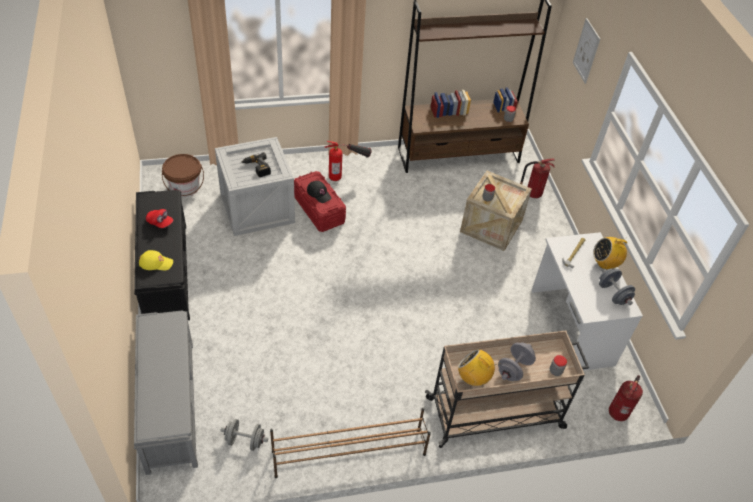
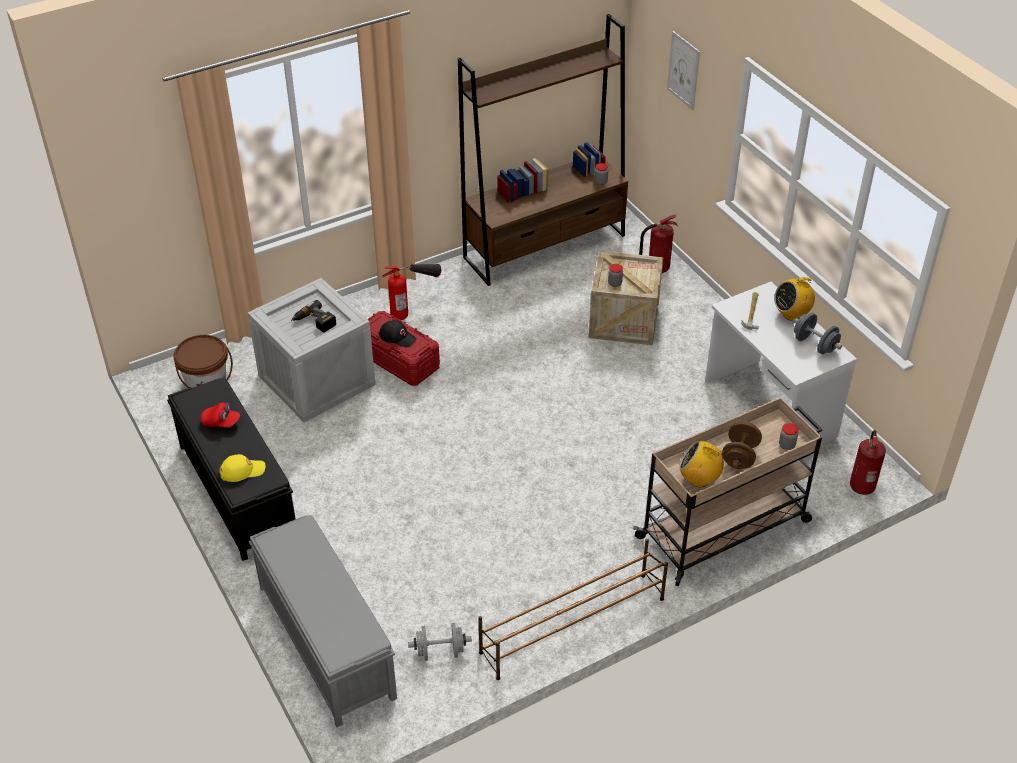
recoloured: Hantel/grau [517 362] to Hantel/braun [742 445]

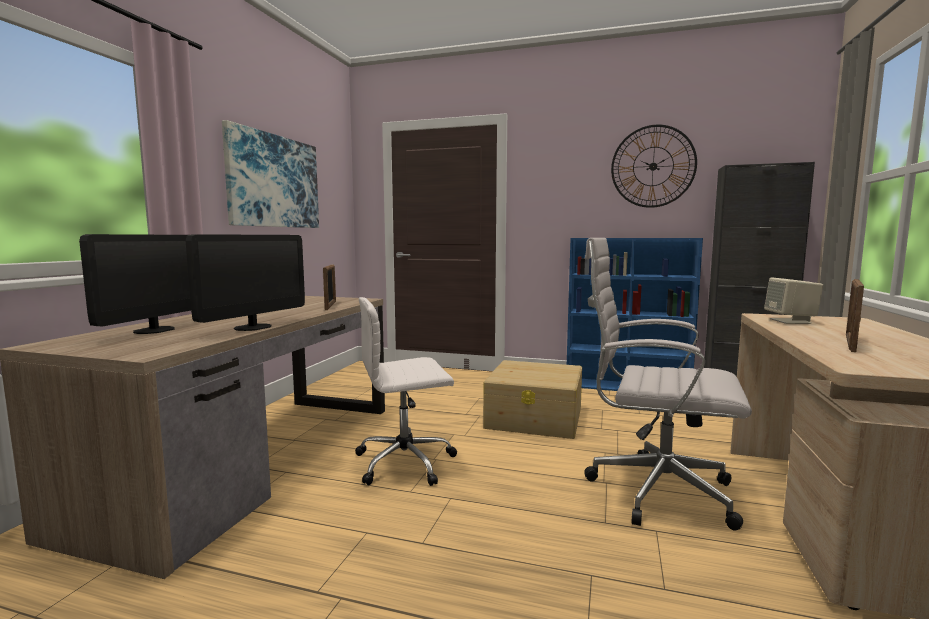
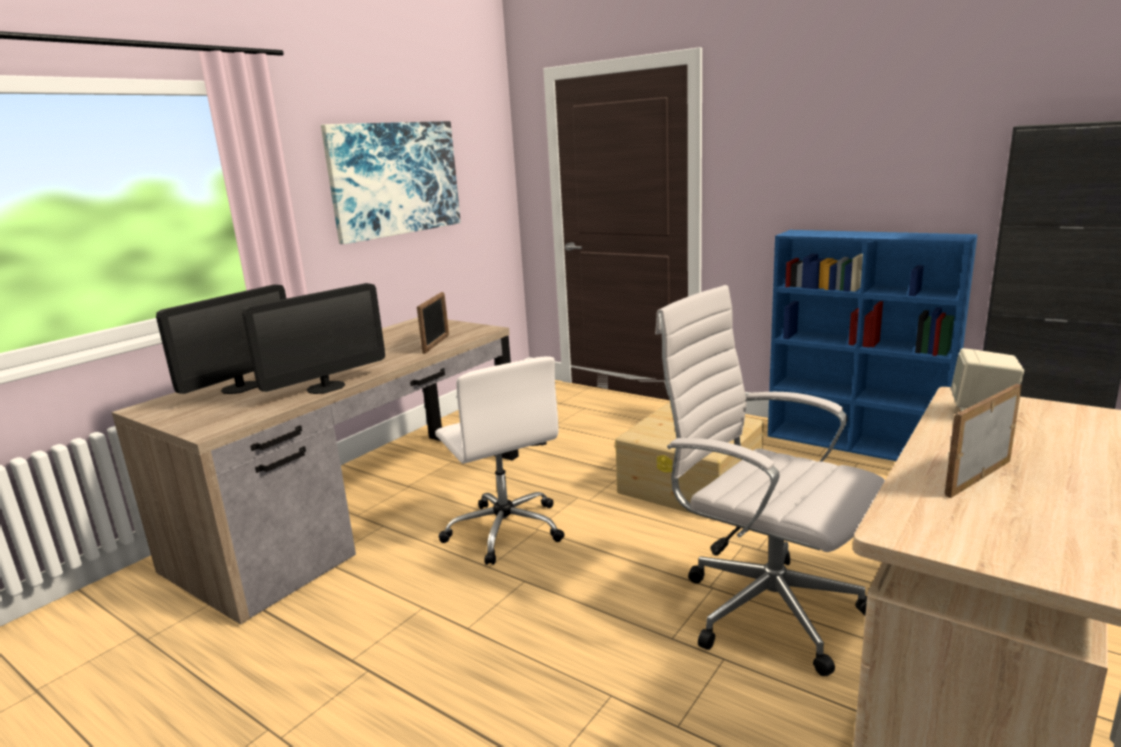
removed: Wanduhr [654 166]
turned: Bürostuhl/weiß [406 391] = [499 460] 120 degrees counterclockwise

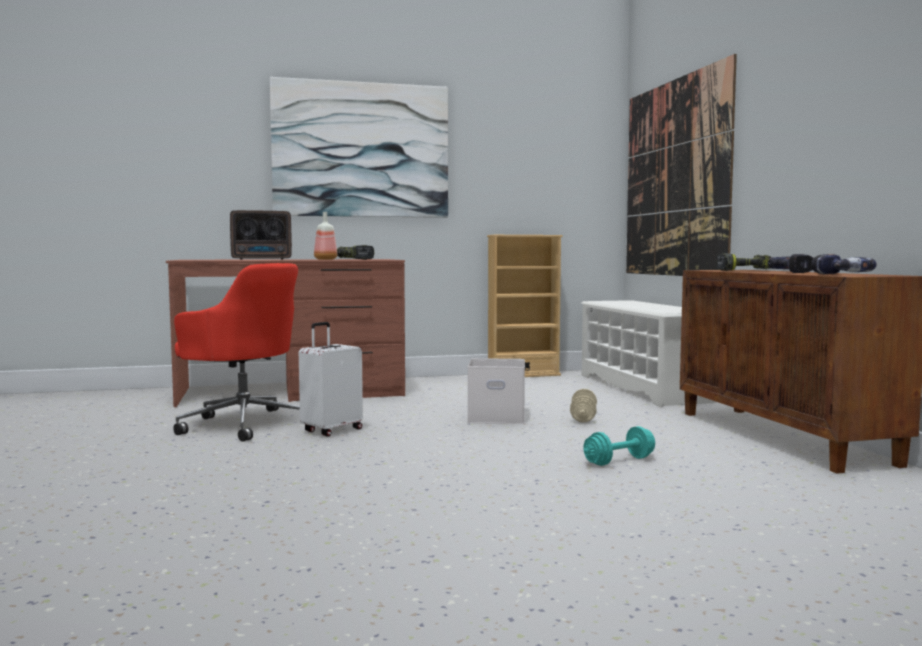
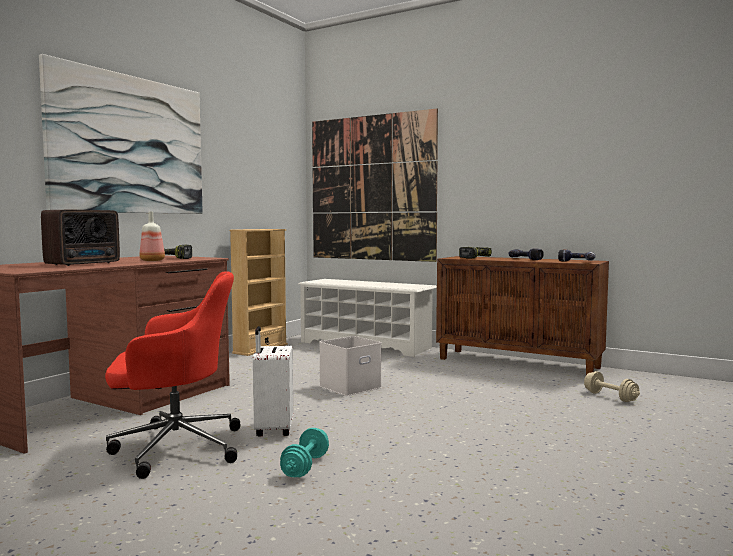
moved: Hantel/beige [583 405] to [612 386]; Hantel/türkis [619 446] to [304 452]

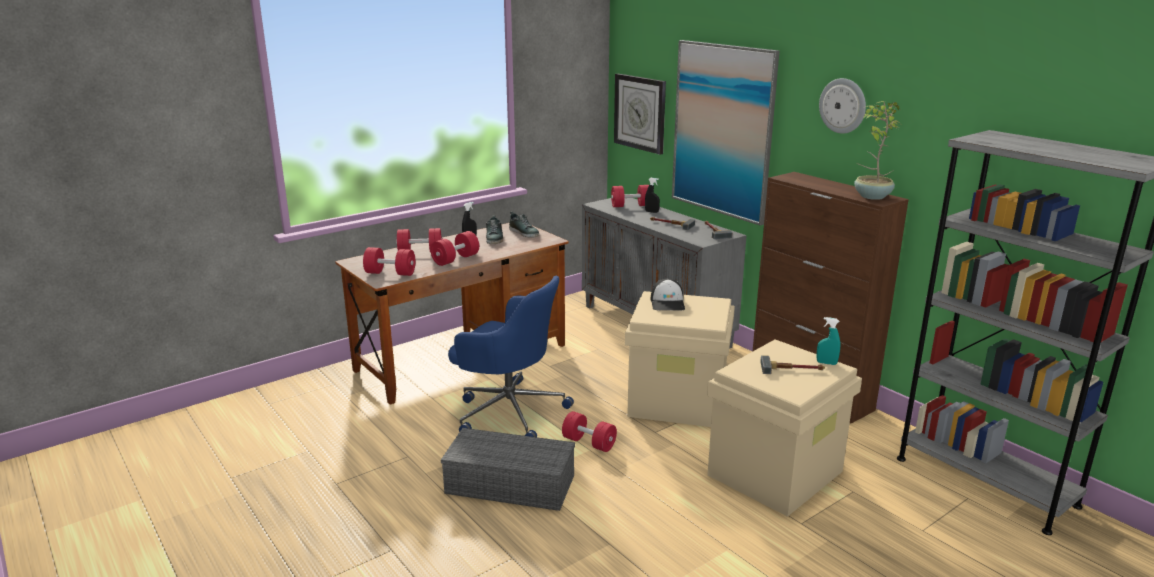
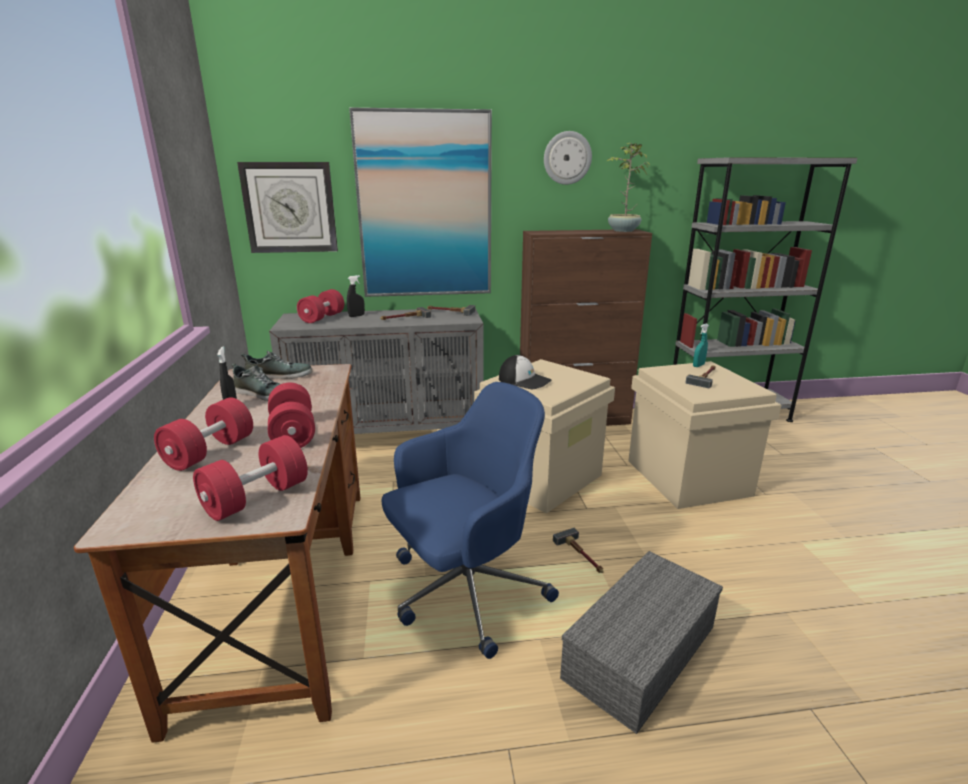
replaced: Hantel/rot [589 431] to Hammer [578 550]

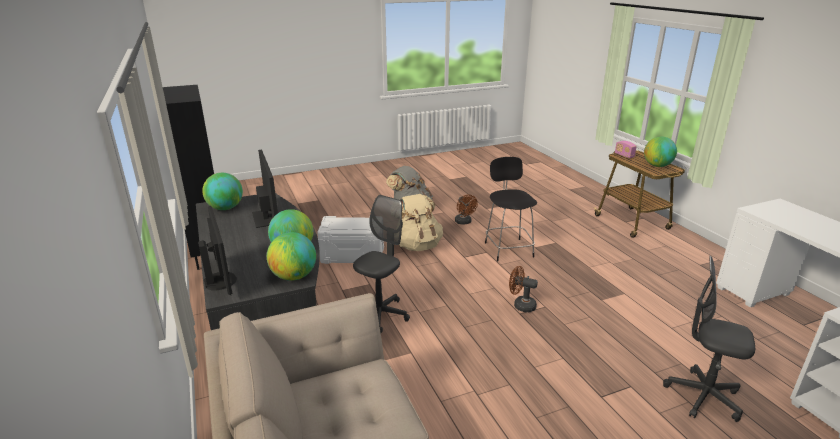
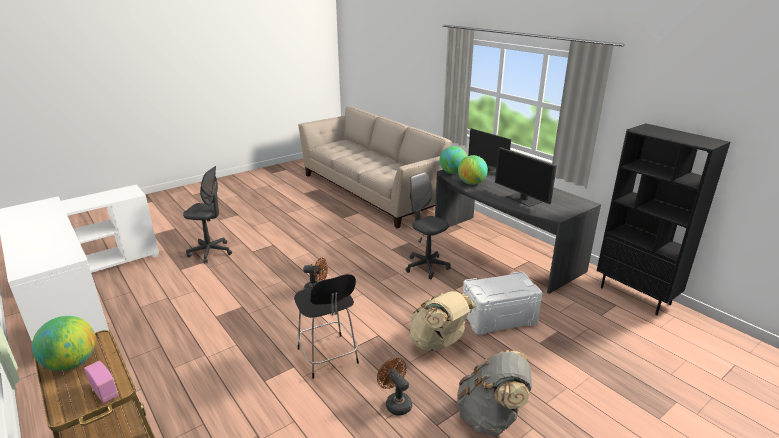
removed: Globus [222 191]
turned: Bürostuhl/grau [381 264] = [428 225] 120 degrees clockwise

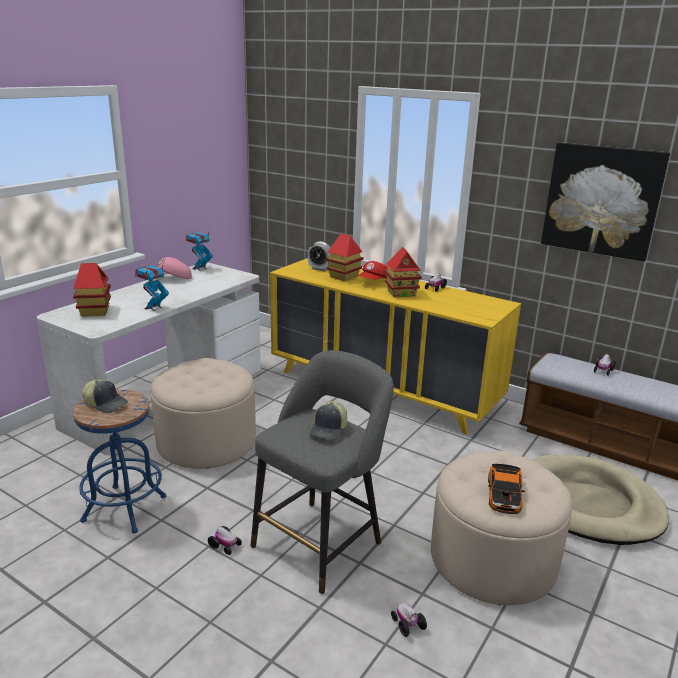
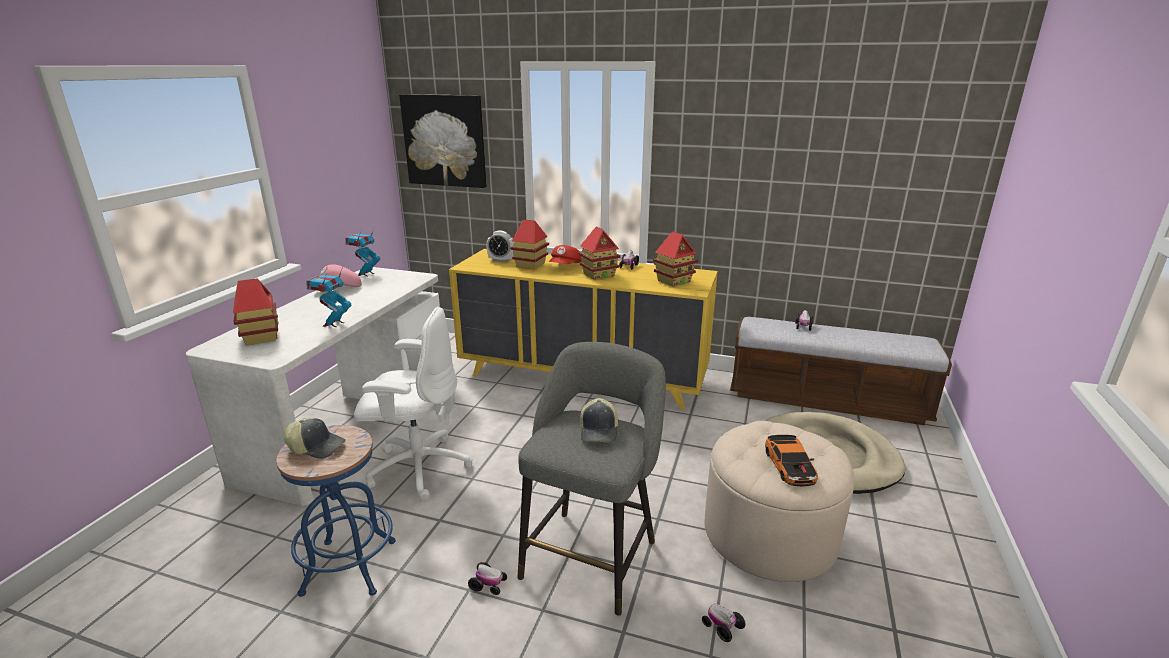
added: Spielzeughaus [675 258]
moved: Bild [605 202] to [442 141]
replaced: Polsterhocker/beige [203 413] to Bürostuhl/weiß [413 403]

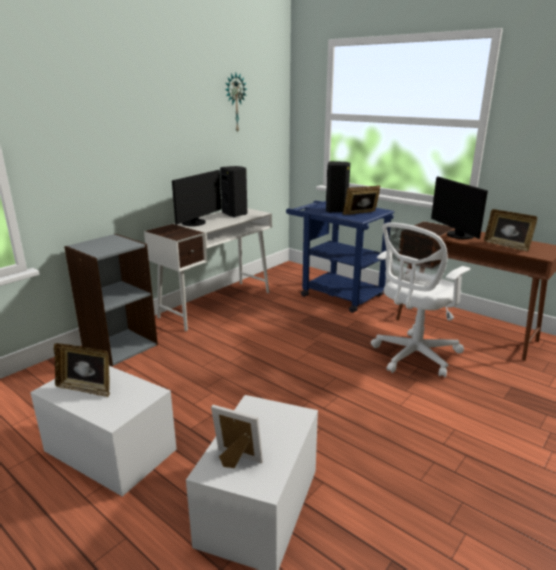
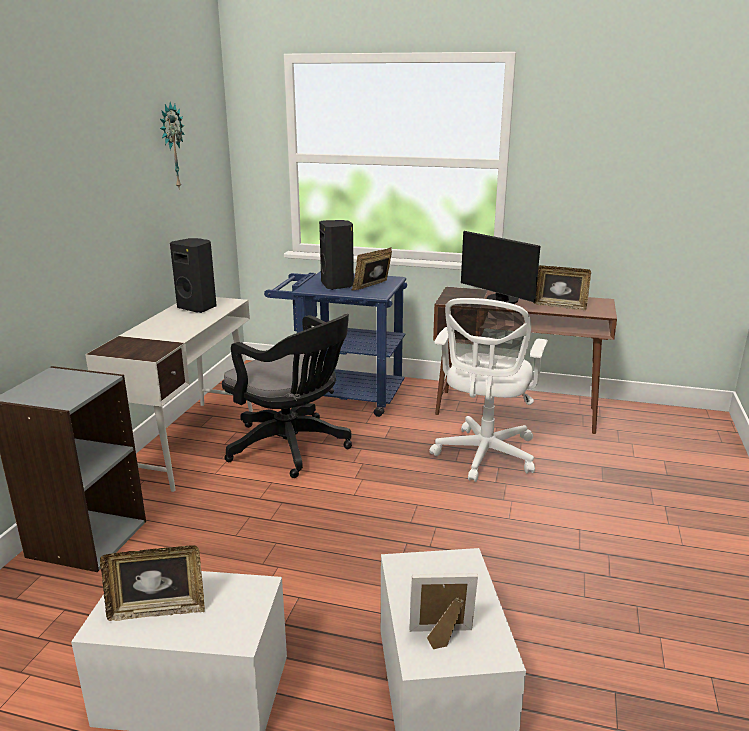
removed: Monitor [197 198]
added: Bürostuhl/schwarz [287 396]

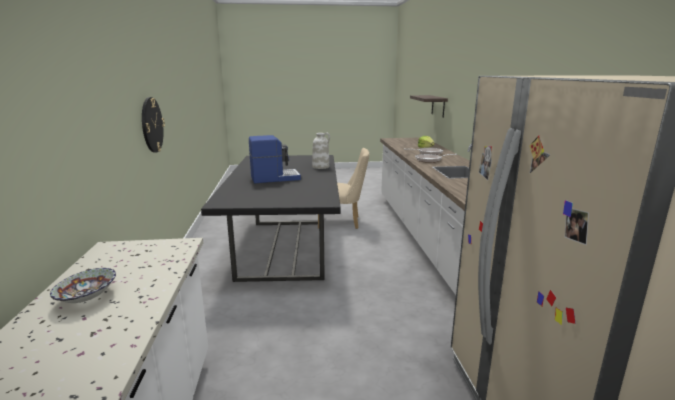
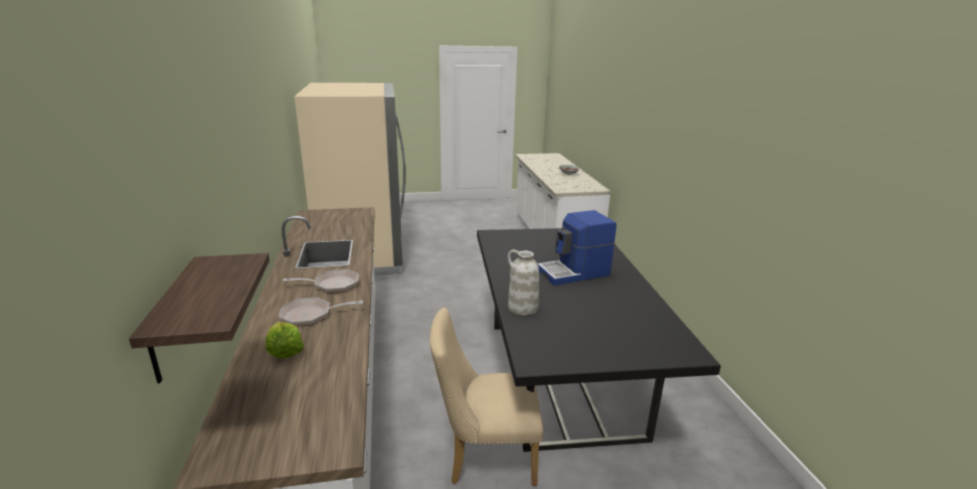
removed: Wanduhr [153 125]

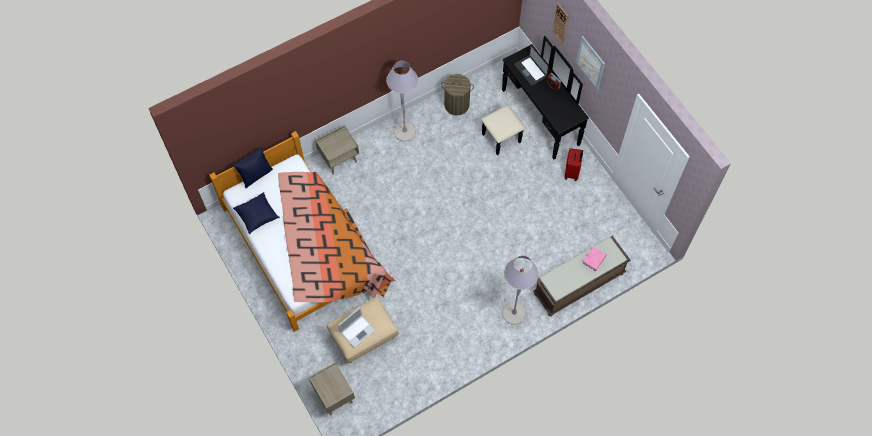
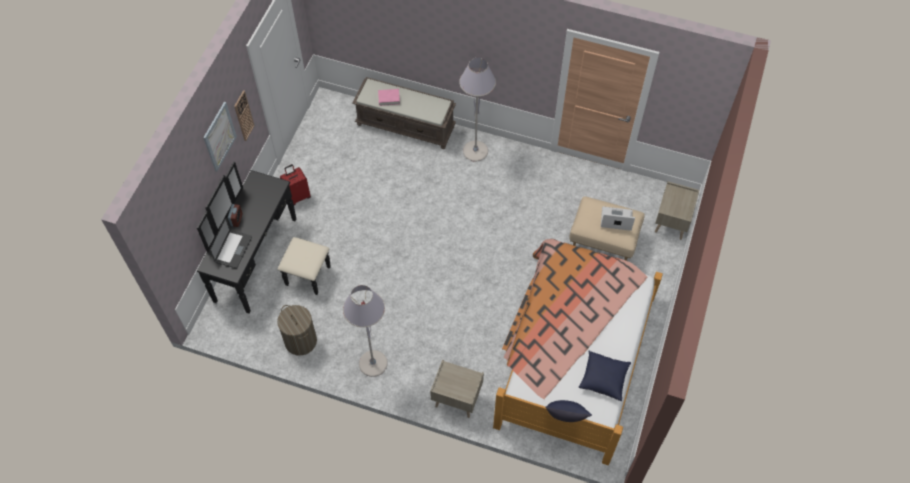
moved: Wanduhr [560 23] to [244 115]

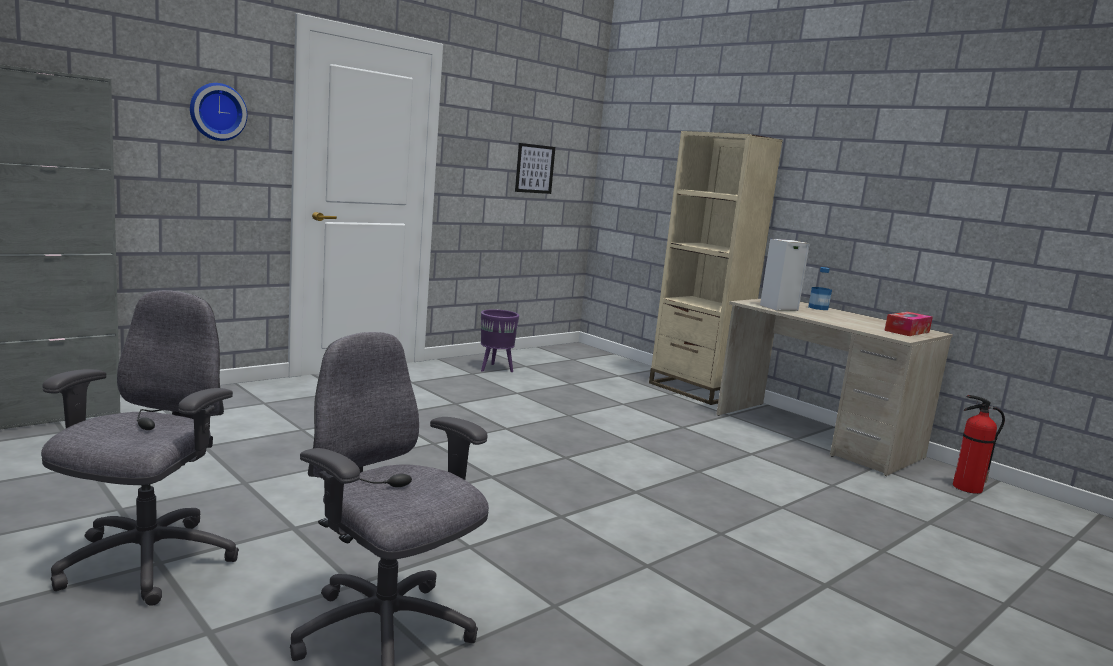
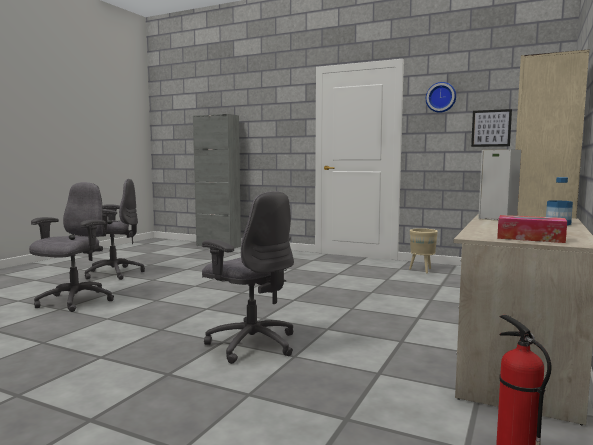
added: Bürostuhl/grau [248 277]
moved: Wanduhr [218 112] to [441 97]
recoloured: Pflanzkübel/lila [500 340] to Pflanzkübel/beige [423 250]

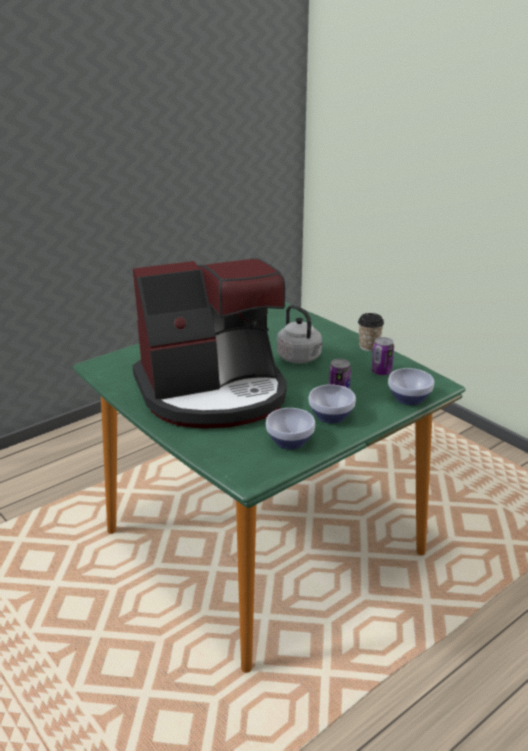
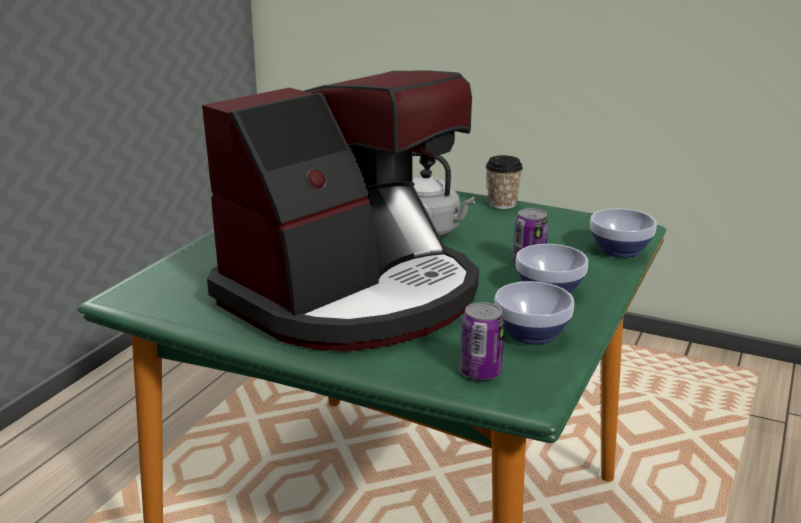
moved: Dose [382 356] to [482 341]

